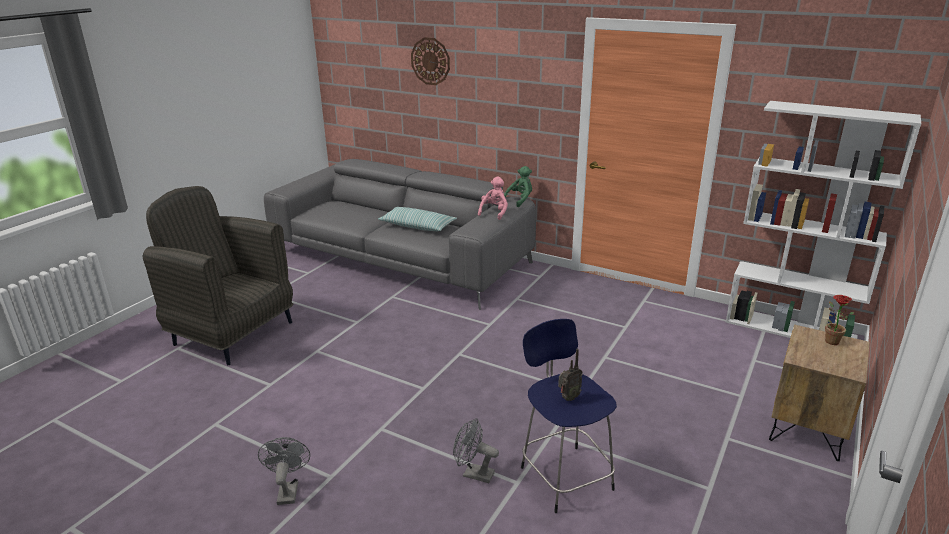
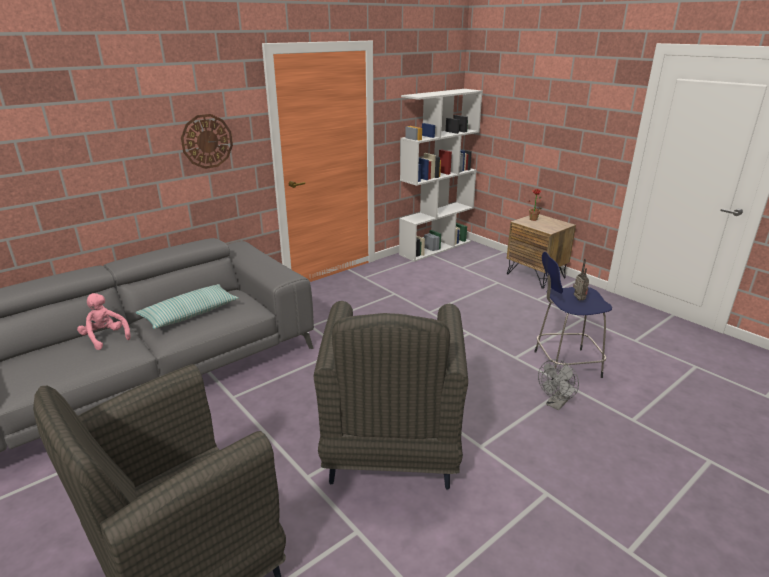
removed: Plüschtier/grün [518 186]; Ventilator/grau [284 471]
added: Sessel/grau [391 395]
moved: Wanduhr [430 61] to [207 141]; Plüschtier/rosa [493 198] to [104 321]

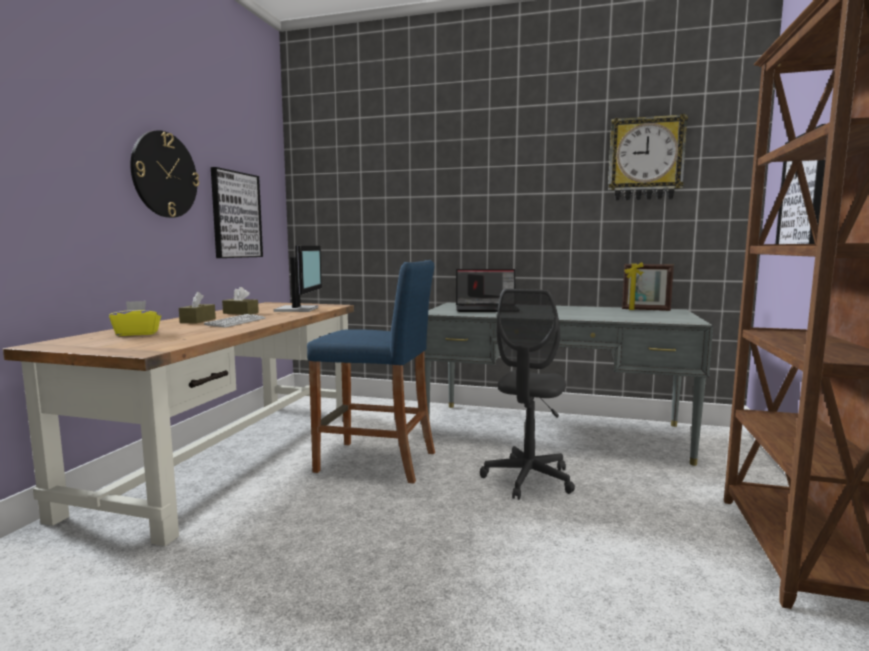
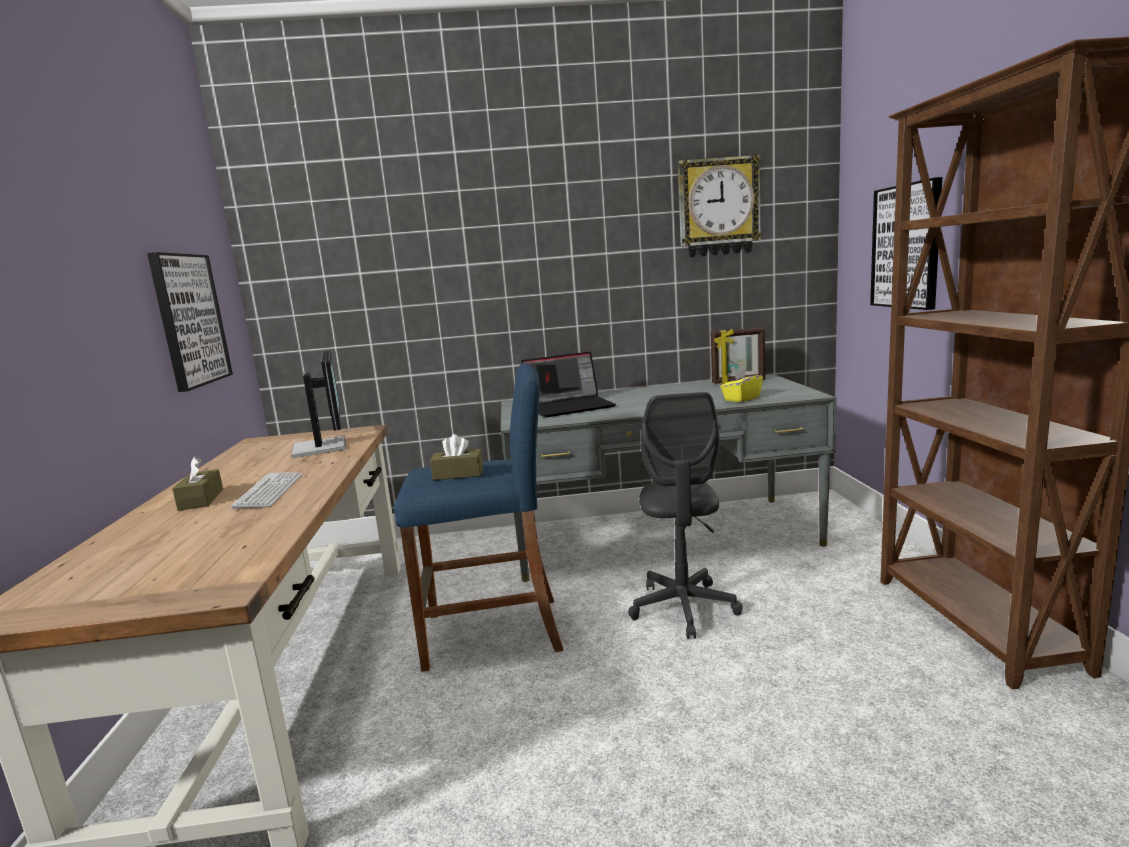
removed: Wanduhr [164 174]
moved: Taschentuchbox/braun [240 301] to [456 457]; Taschentuchbox/gelb [135 318] to [742 384]

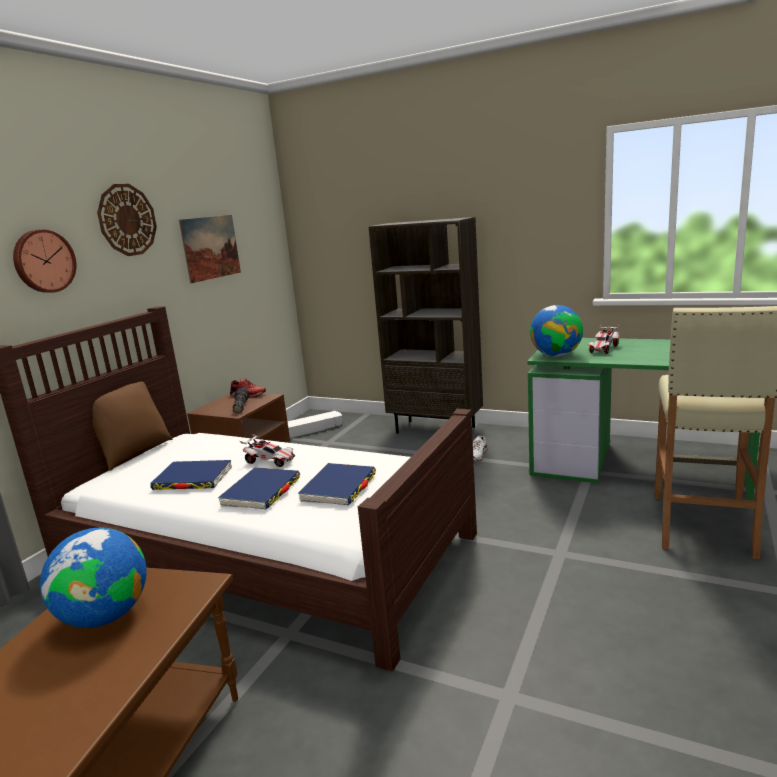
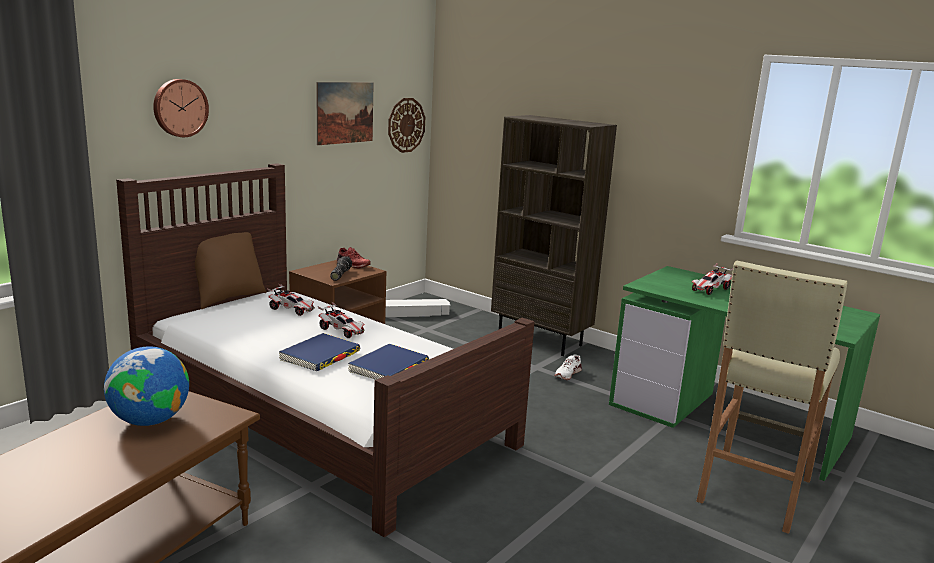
removed: Globus [556 330]; Buch/blau [191 475]
added: Spielzeugauto [291 300]
moved: Wanduhr [127 220] to [406 125]

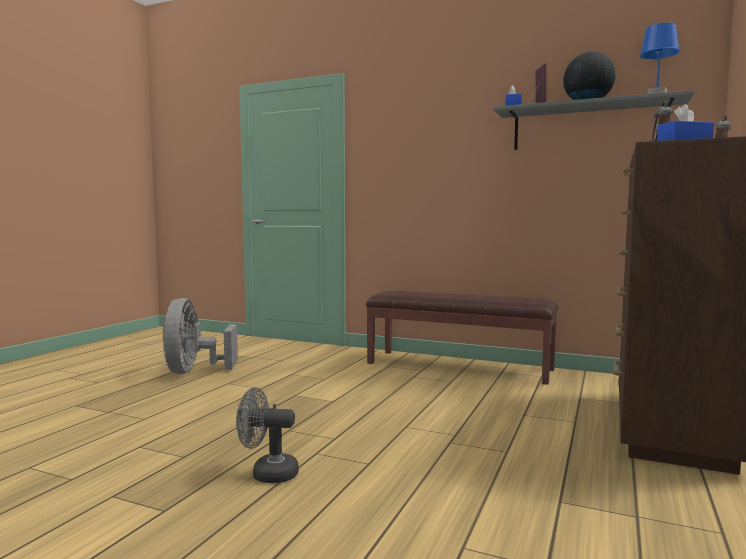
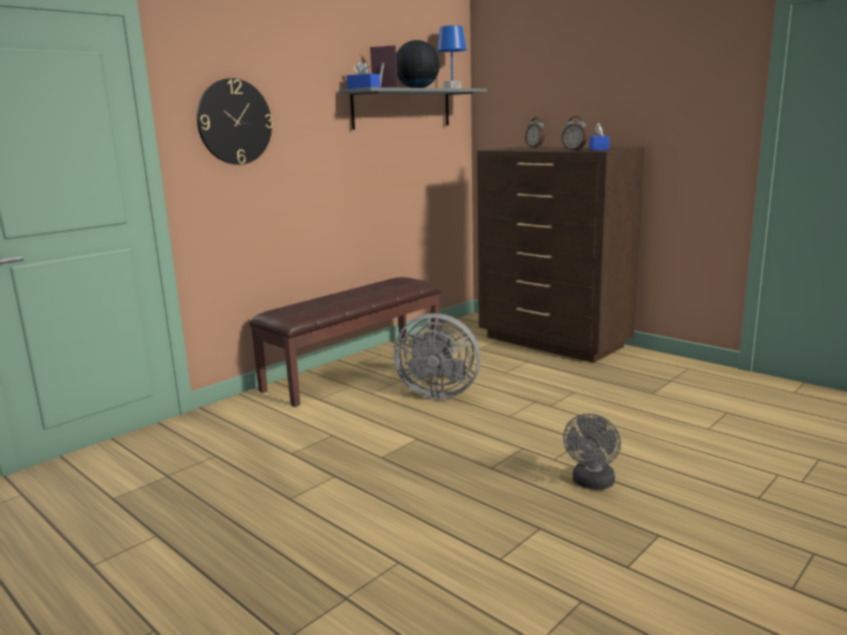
added: Wanduhr [235 121]
moved: Ventilator/grau [200 336] to [437 356]

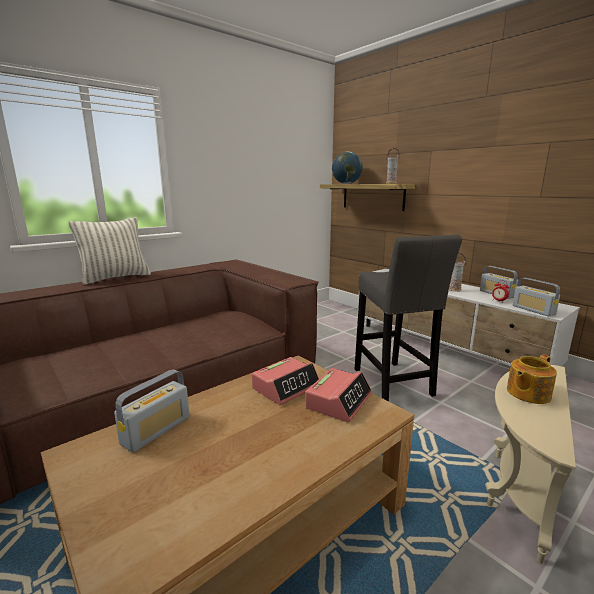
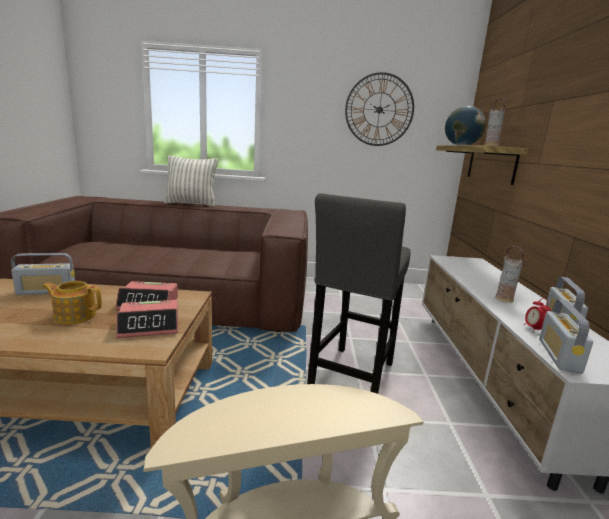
added: Wanduhr [379 109]
moved: Teekanne [532 379] to [72 302]

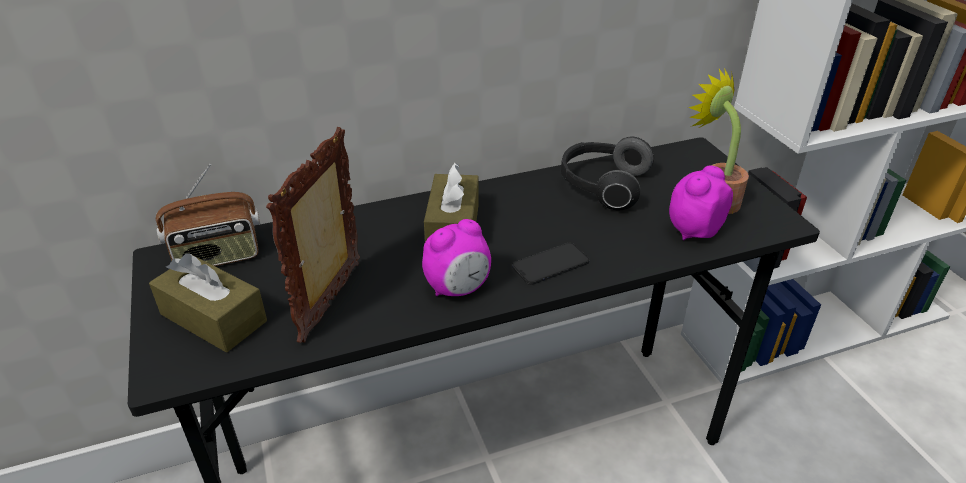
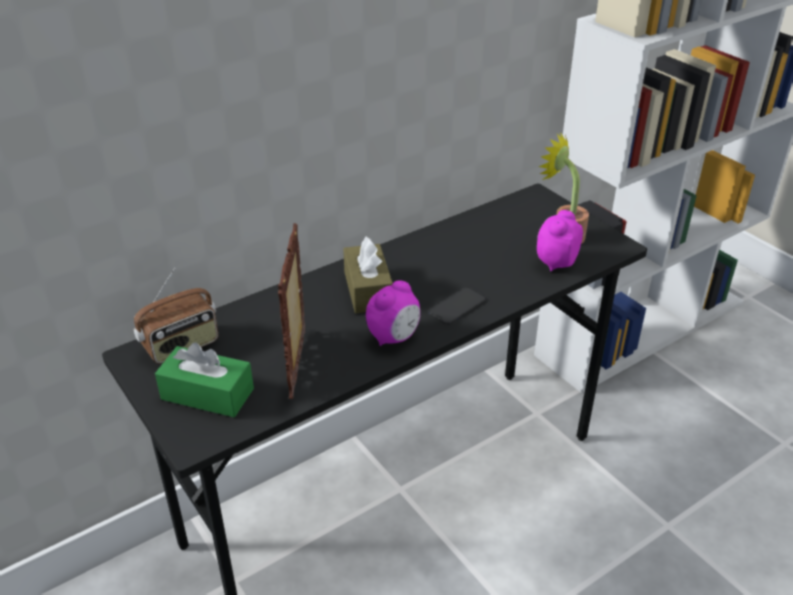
removed: Kopfhörer [607 173]
recoloured: Taschentuchbox/braun [208 302] to Taschentuchbox/grün [204 379]

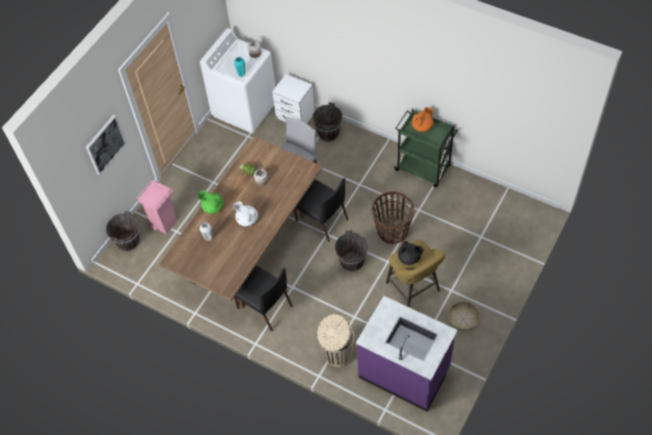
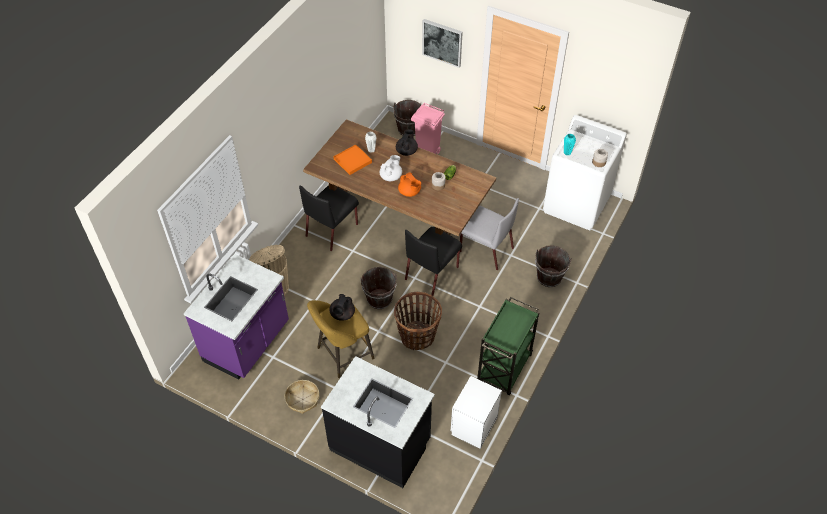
added: Tablett/orange [352 159]; Küchenzeile/schwarz [378 422]
moved: Nachttisch/weiß [293 98] to [476 412]; Teekanne/orange [423 119] to [409 185]
recoloured: Teekanne/grün [210 202] to Teekanne/schwarz [407 142]

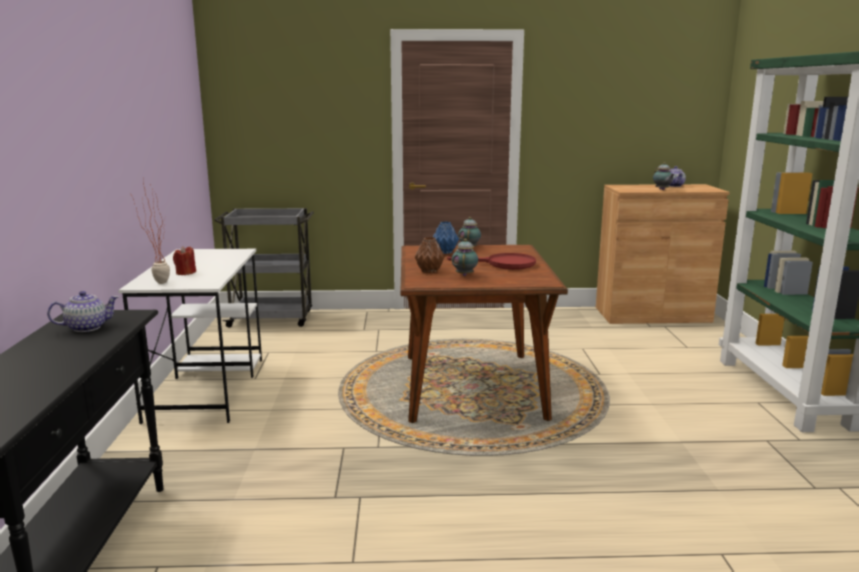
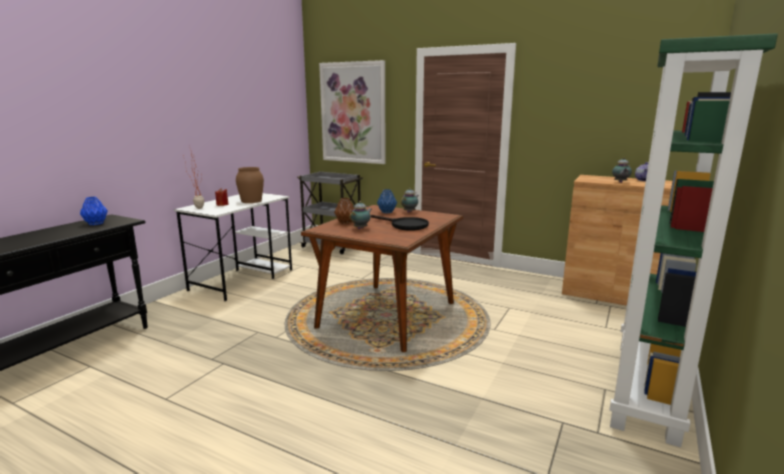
added: Bild [352 112]; Vase/braun [250 185]
replaced: Teekanne [83 311] to Vase/blau [94 211]
recoloured: Pfanne/rot [491 261] to Pfanne/schwarz [400 223]

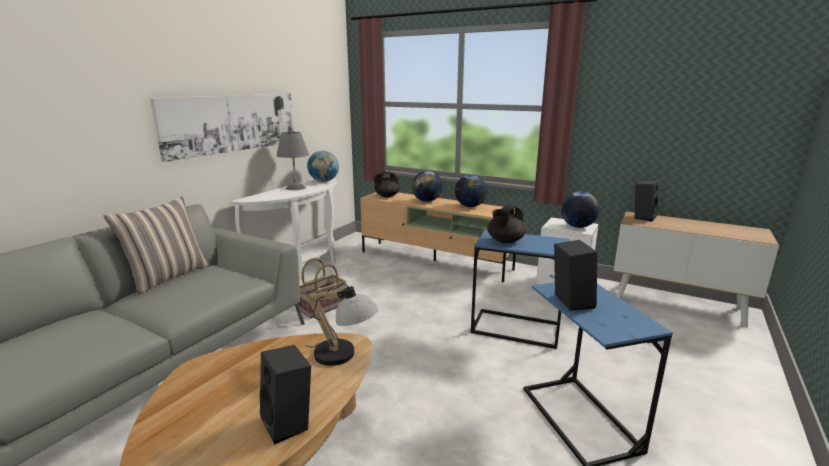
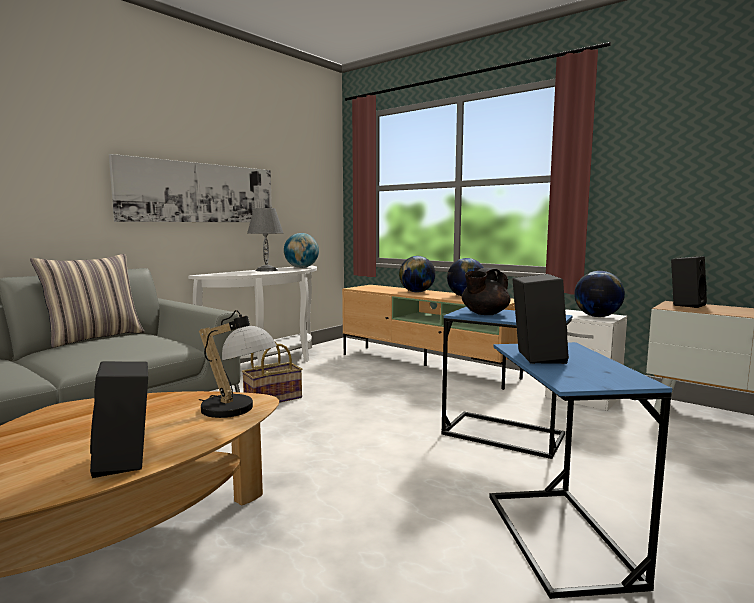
removed: Teekanne/schwarz [386 184]

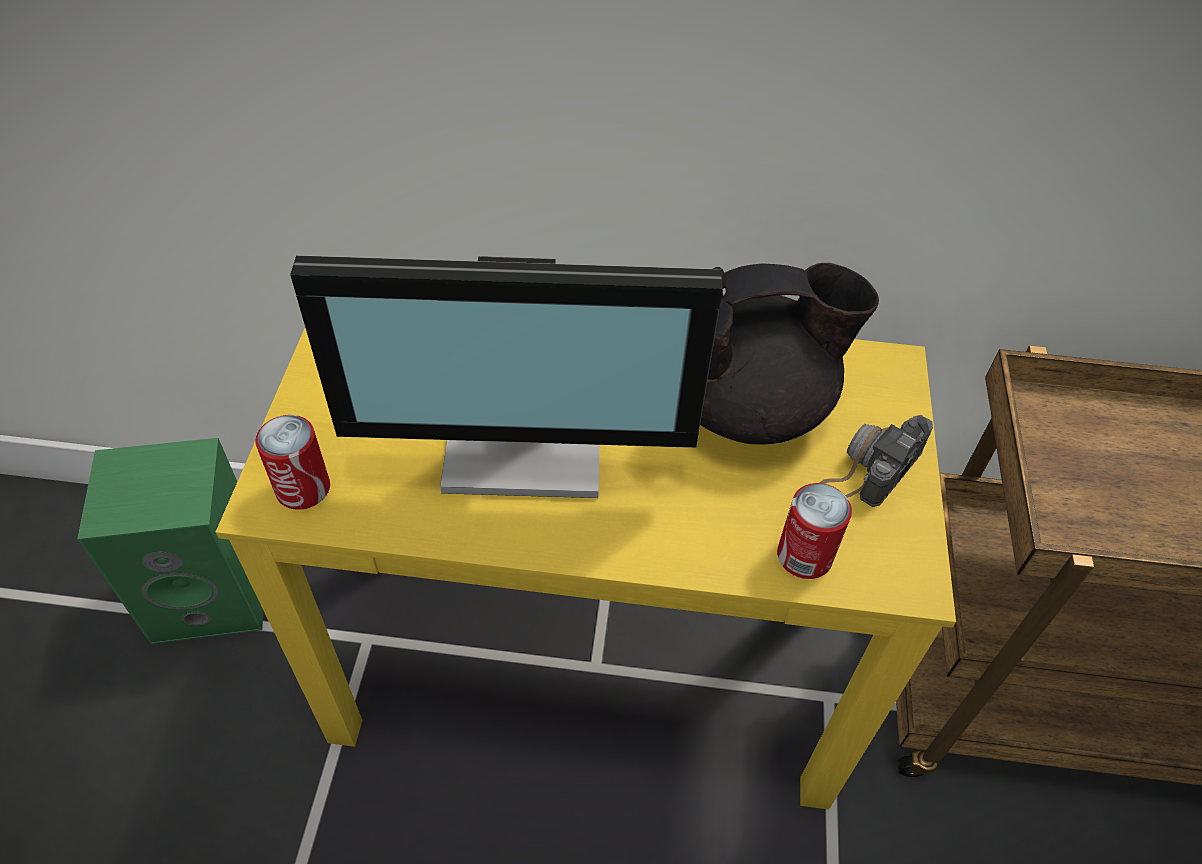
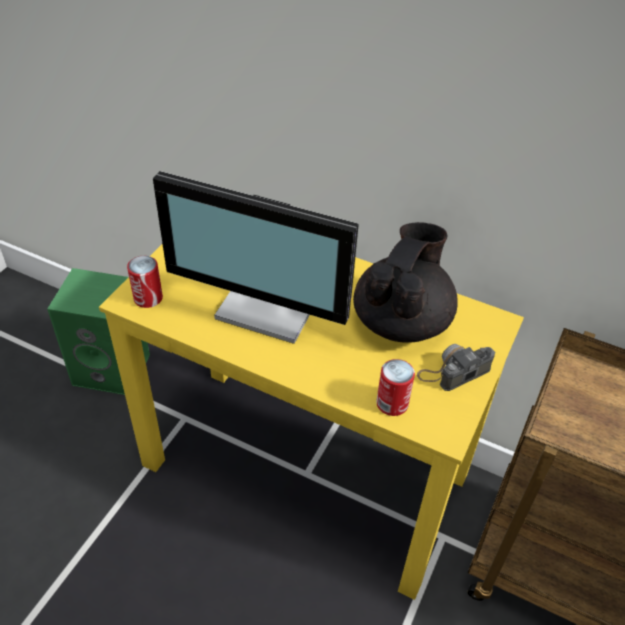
turned: Teekanne/schwarz [789 354] = [405 282] 75 degrees counterclockwise

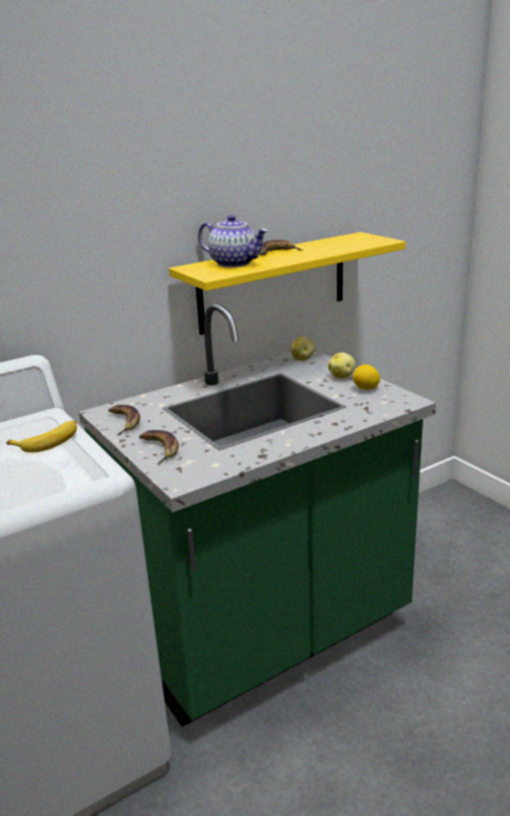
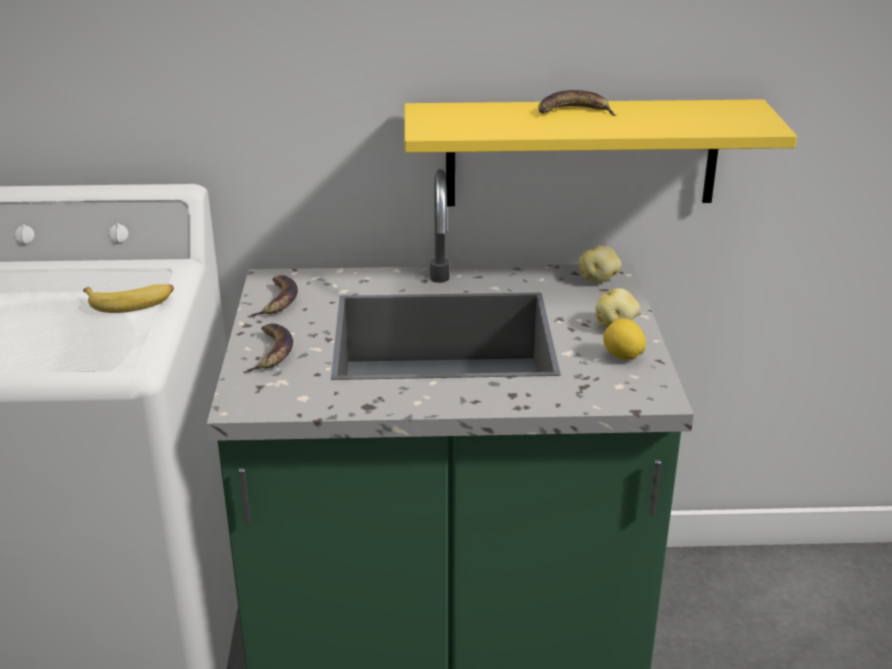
removed: Teekanne [233 241]

